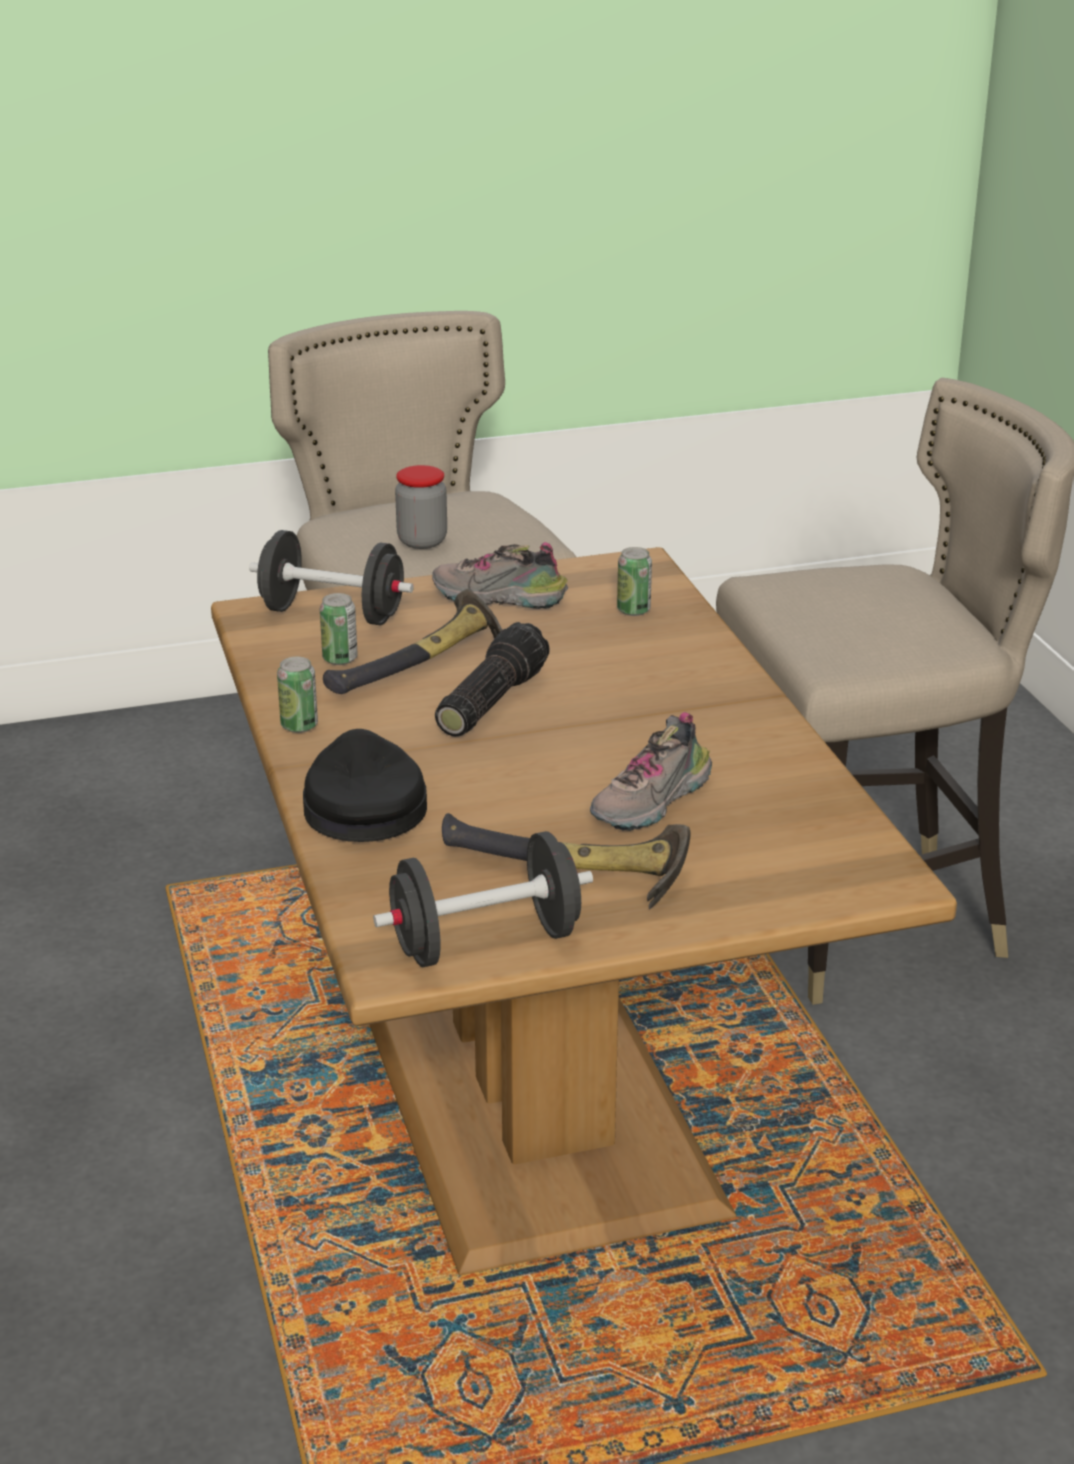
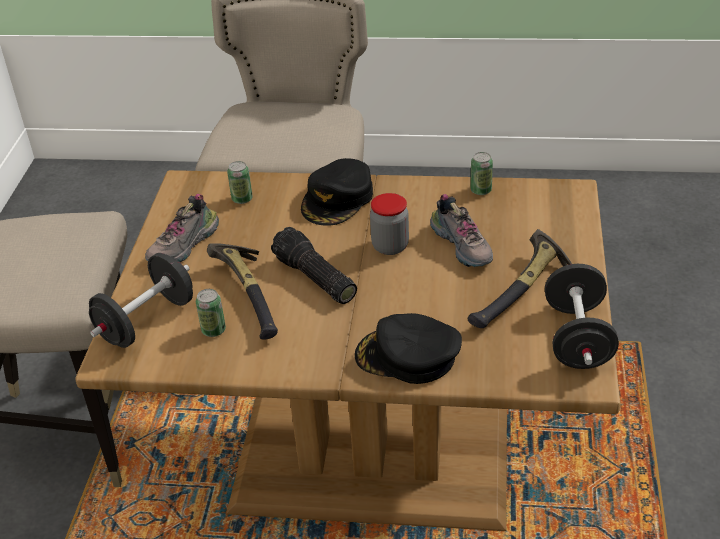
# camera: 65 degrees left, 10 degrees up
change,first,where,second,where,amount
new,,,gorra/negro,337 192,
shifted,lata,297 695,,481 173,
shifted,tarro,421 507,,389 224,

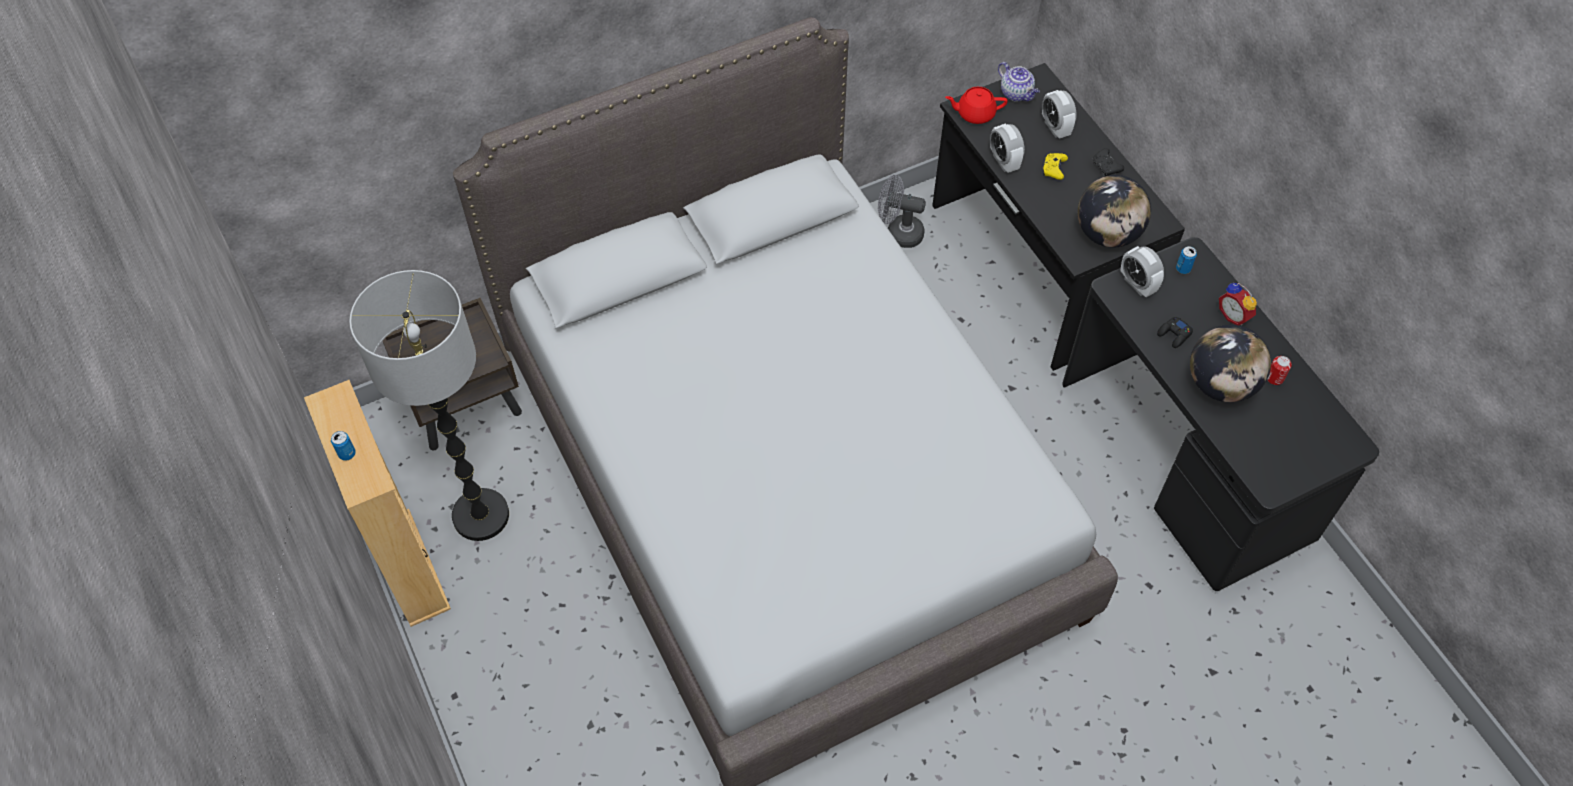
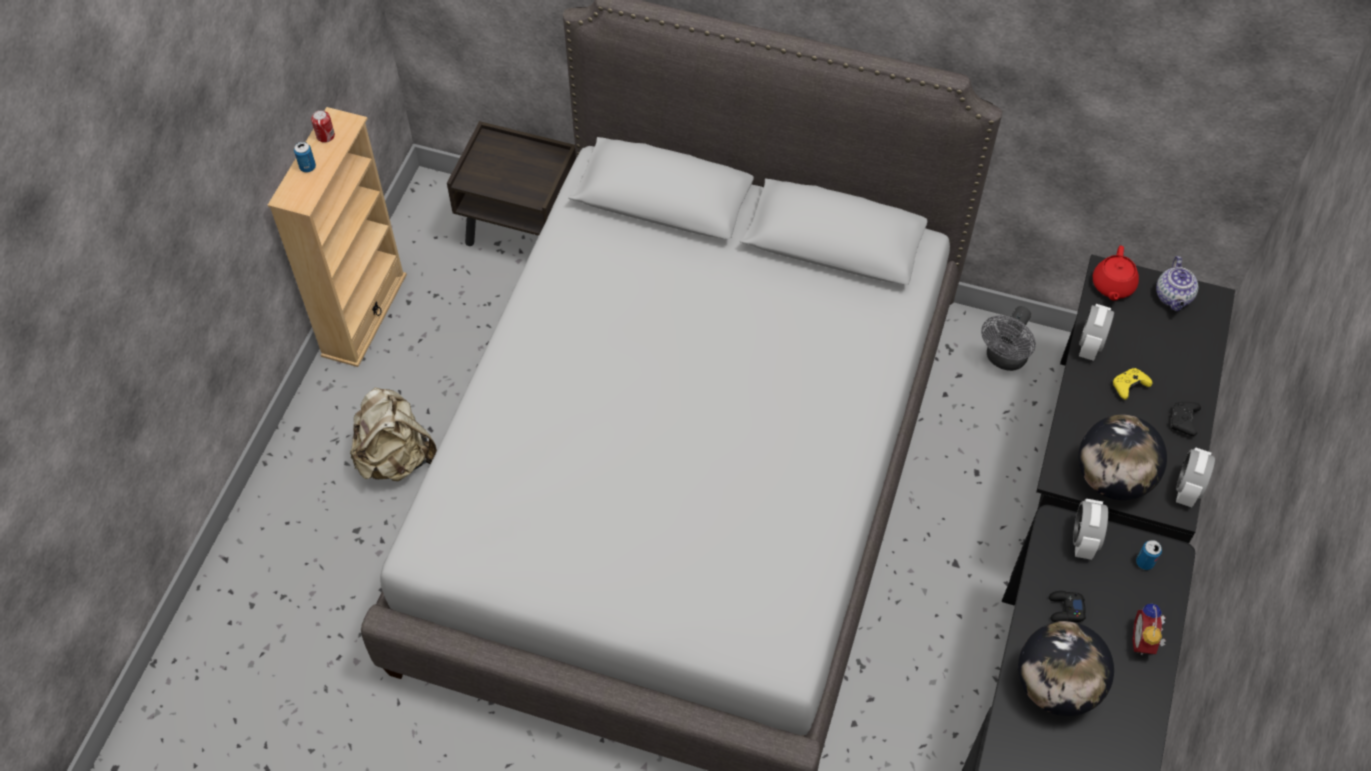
# camera: 45 degrees right, 0 degrees up
change,first,where,second,where,amount
gone,lámpara de pie,429 405,,,
new,,,mochila/beis,393 434,
shifted,despertador,1059 114,,1195 477,
shifted,lata,1279 370,,323 126,
rotated,ventilador/gris,902 211,,1008 338,120 degrees counterclockwise
rotated,tetera/rojo,976 105,,1116 273,120 degrees counterclockwise

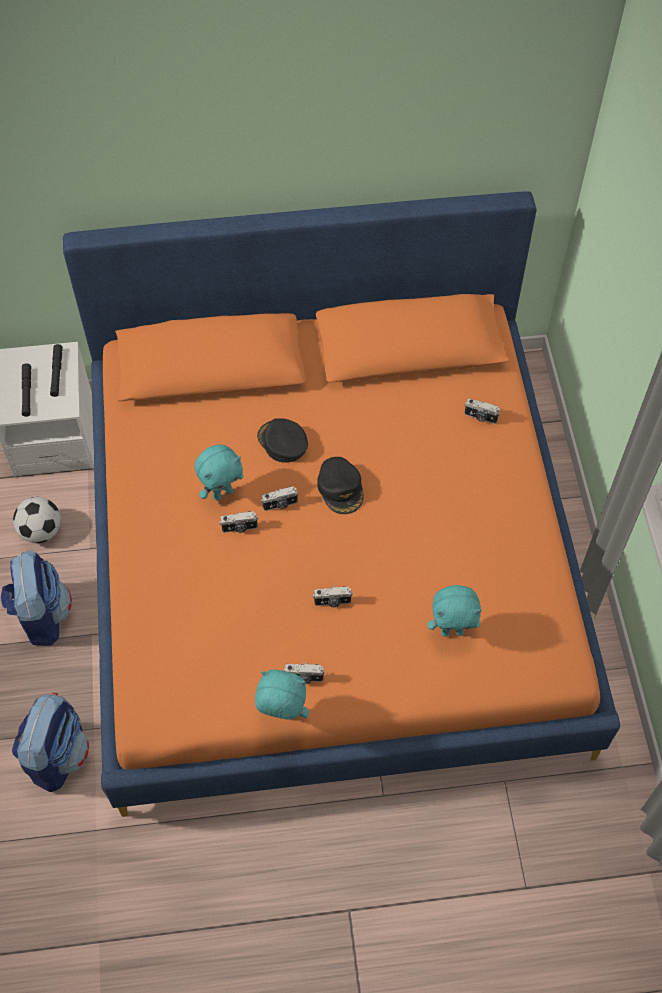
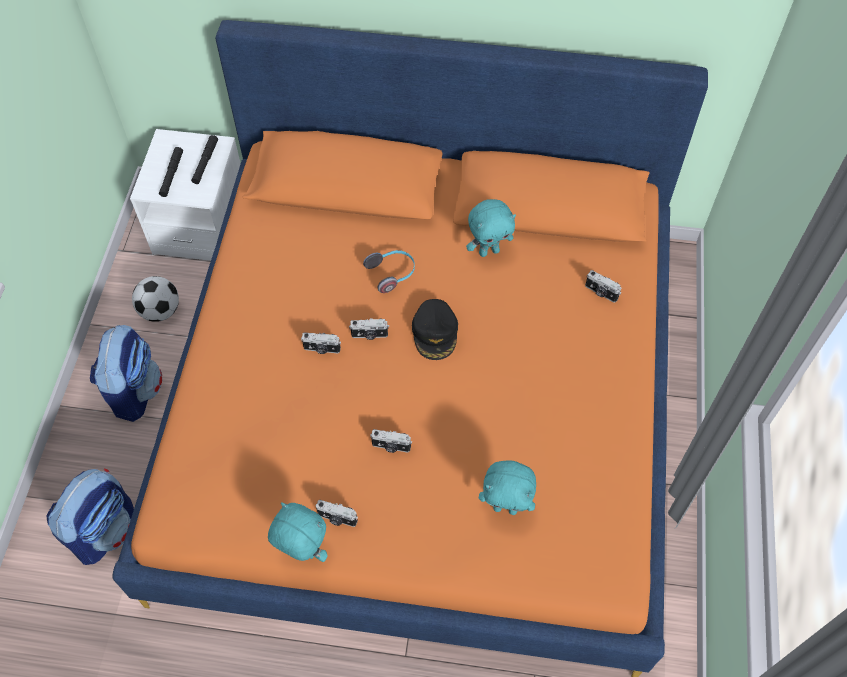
# camera: 15 degrees right, 0 degrees up
change,first,where,second,where,amount
shifted,peluche/turquesa,219 472,,491 228,
swapped,gorra/negro,282 440,auriculares,389 271,

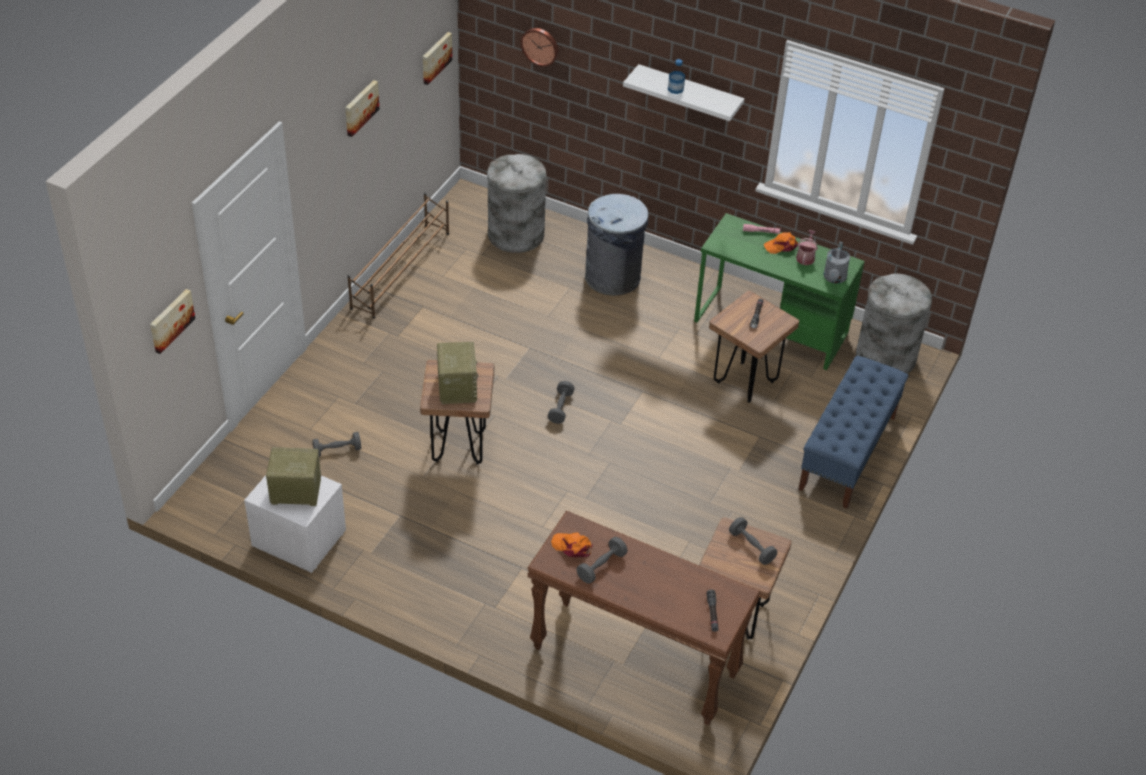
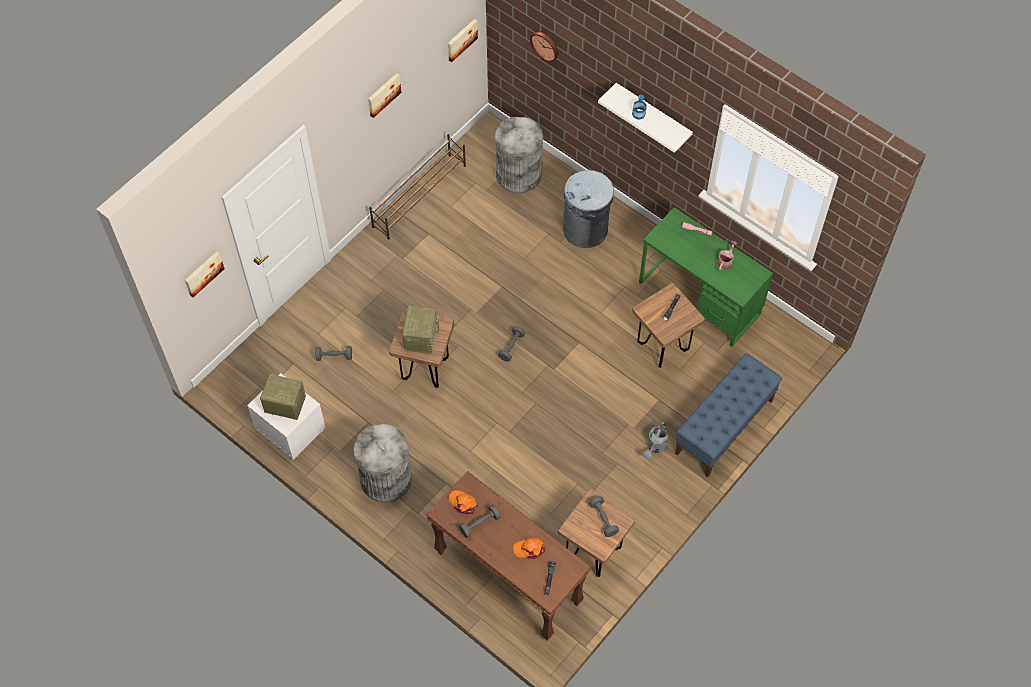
# camera: 15 degrees right, 15 degrees up
change,first,where,second,where,amount
shifted,gorra/naranja,781 243,,529 548,
shifted,regadera/gris,836 263,,655 440,
shifted,papelera/gris,894 324,,383 463,

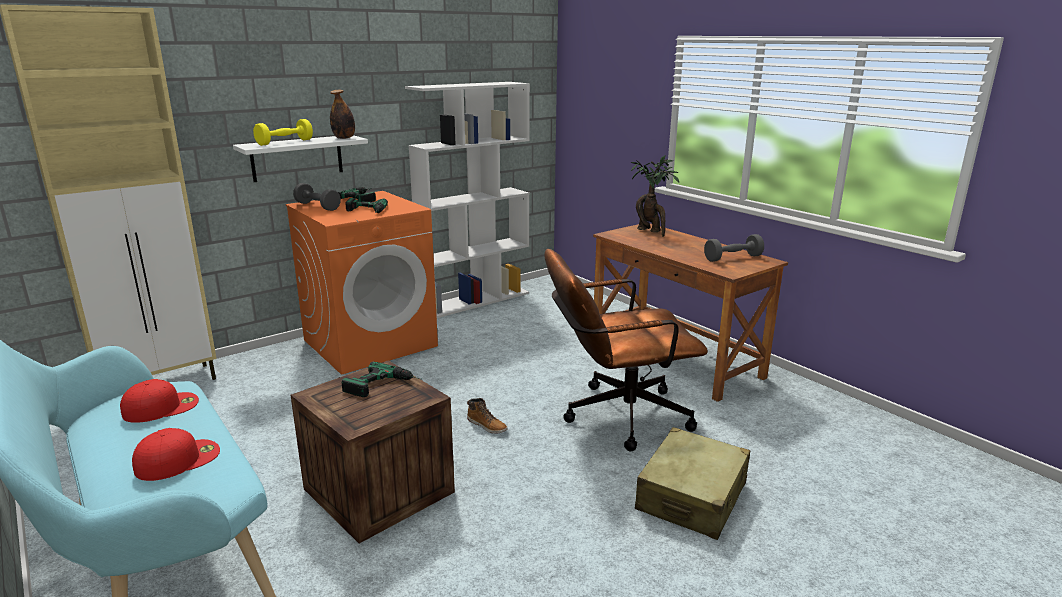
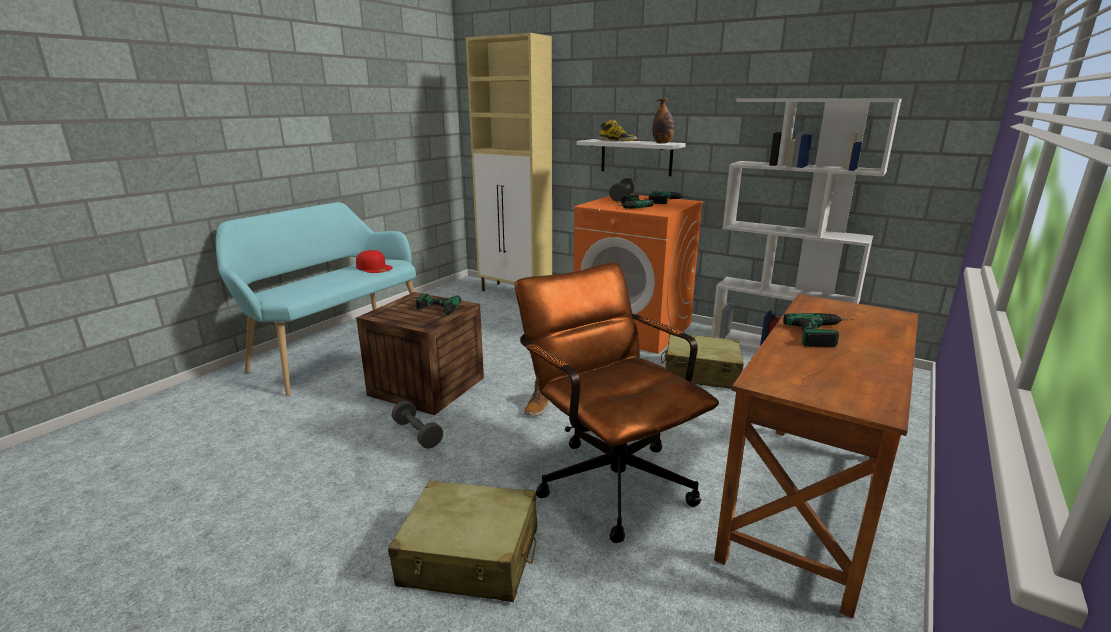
# camera: 70 degrees right, 0 degrees up
change,first,where,second,where,amount
gone,gorra/rojo,176 454,,,
gone,planta en maceta,655 196,,,
new,,,maleta/beis,702 361,
new,,,taladro,818 330,
shifted,mancuerna/gris,734 248,,417 424,
swapped,mancuerna/amarillo,283 132,bota,618 130,

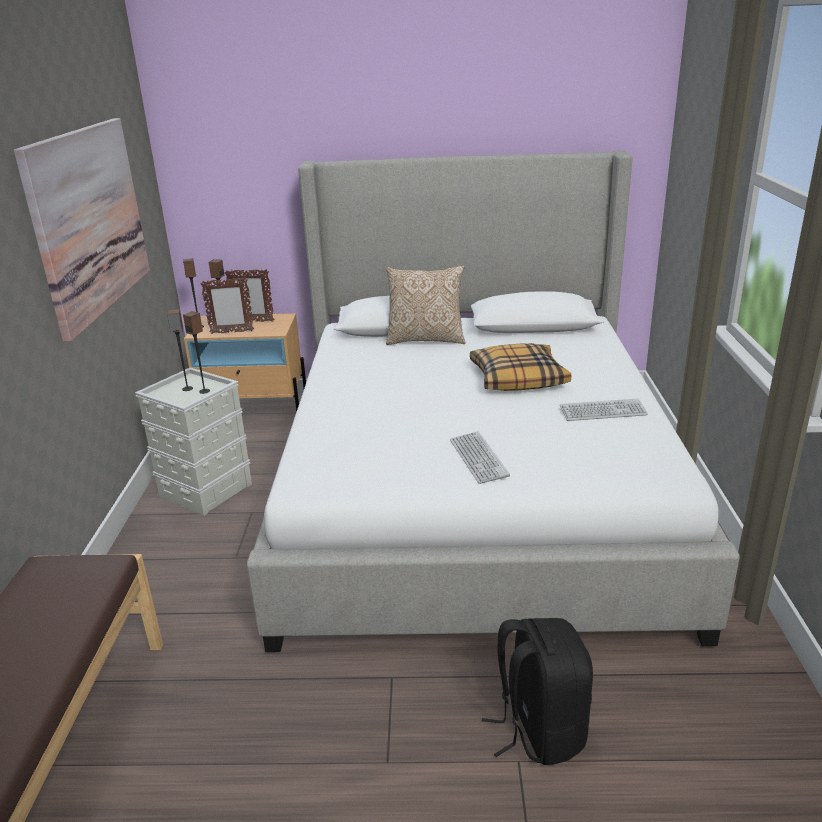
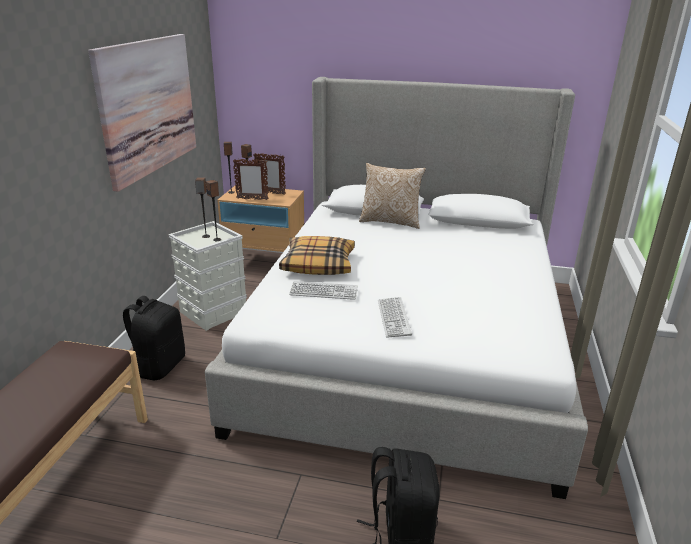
# camera: 10 degrees right, 0 degrees up
change,first,where,second,where,amount
new,,,mochila/negro,154 338,
shifted,cojín,520 367,,317 255,
shifted,teclado,604 410,,323 290,

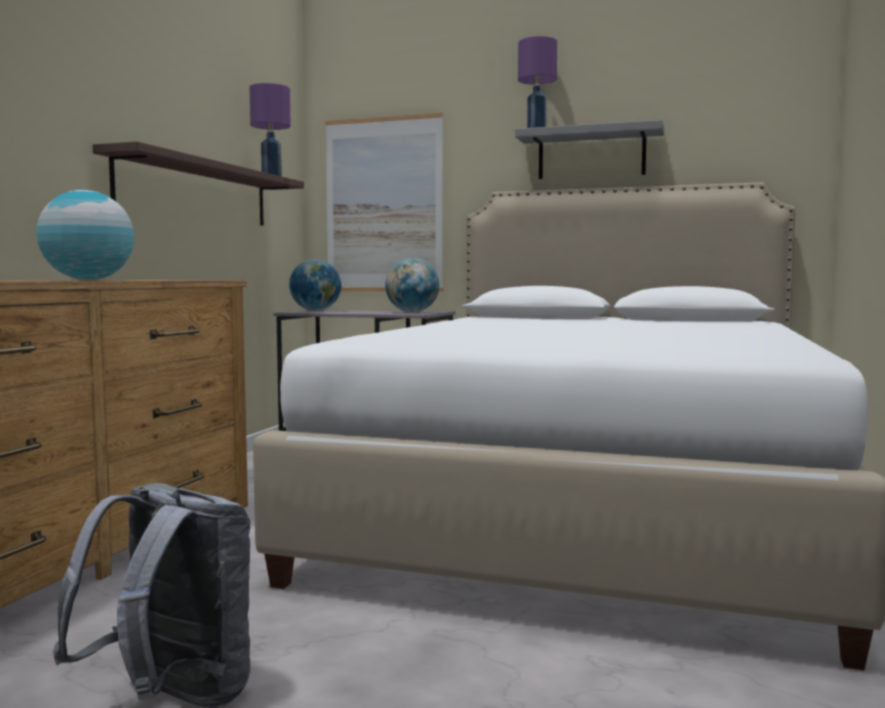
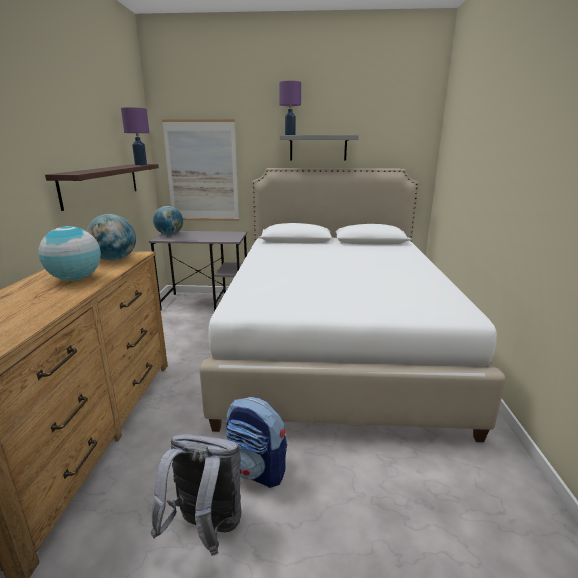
# camera: 15 degrees left, 15 degrees up
change,first,where,second,where,amount
new,,,mochila,256 442,
shifted,globo terráqueo,412 285,,111 237,

